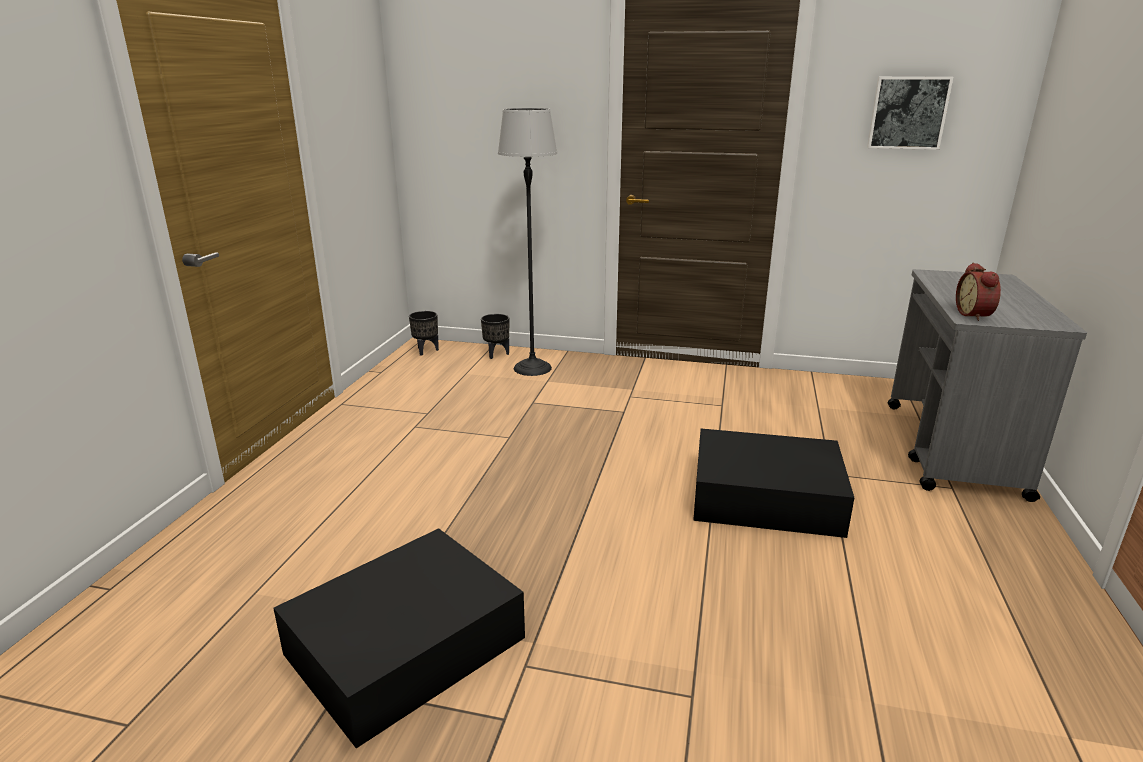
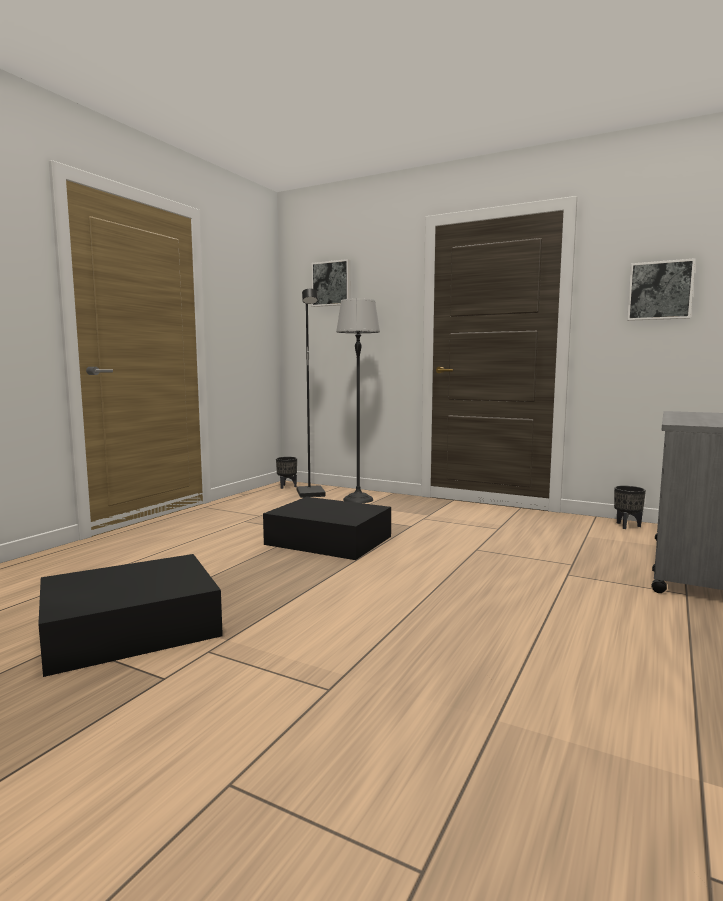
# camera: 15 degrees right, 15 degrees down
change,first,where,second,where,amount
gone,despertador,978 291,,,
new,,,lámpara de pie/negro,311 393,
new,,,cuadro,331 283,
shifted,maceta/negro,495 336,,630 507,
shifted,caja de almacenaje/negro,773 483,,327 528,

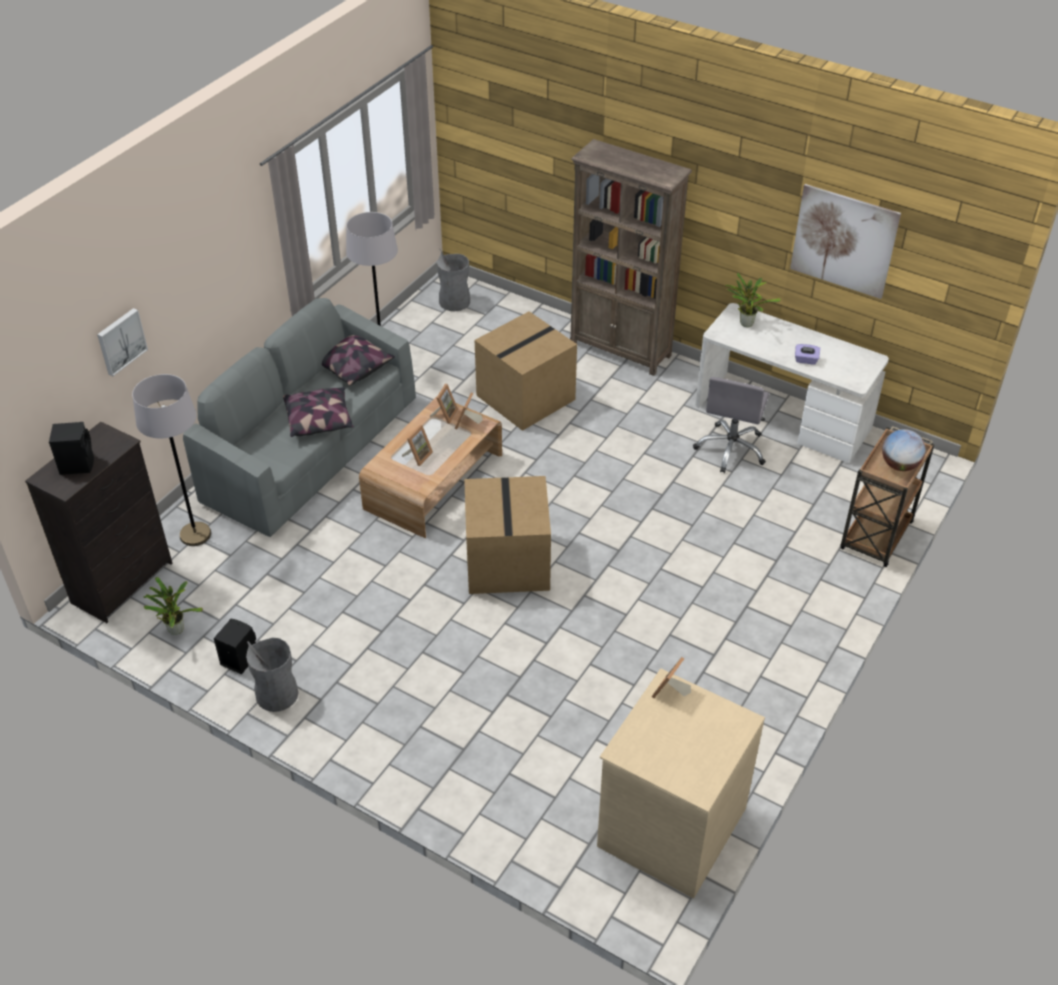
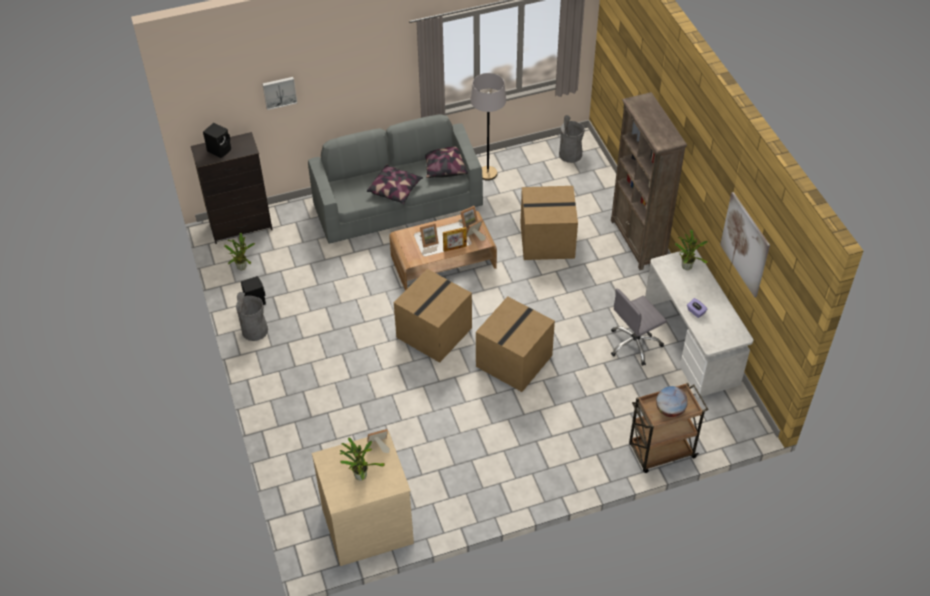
# camera: 40 degrees right, 5 degrees up
change,first,where,second,where,amount
gone,lámpara de pie/gris,171 460,,,
new,,,planta en maceta,362 459,
new,,,portarretratos,455 239,
new,,,caja de cartón,515 344,

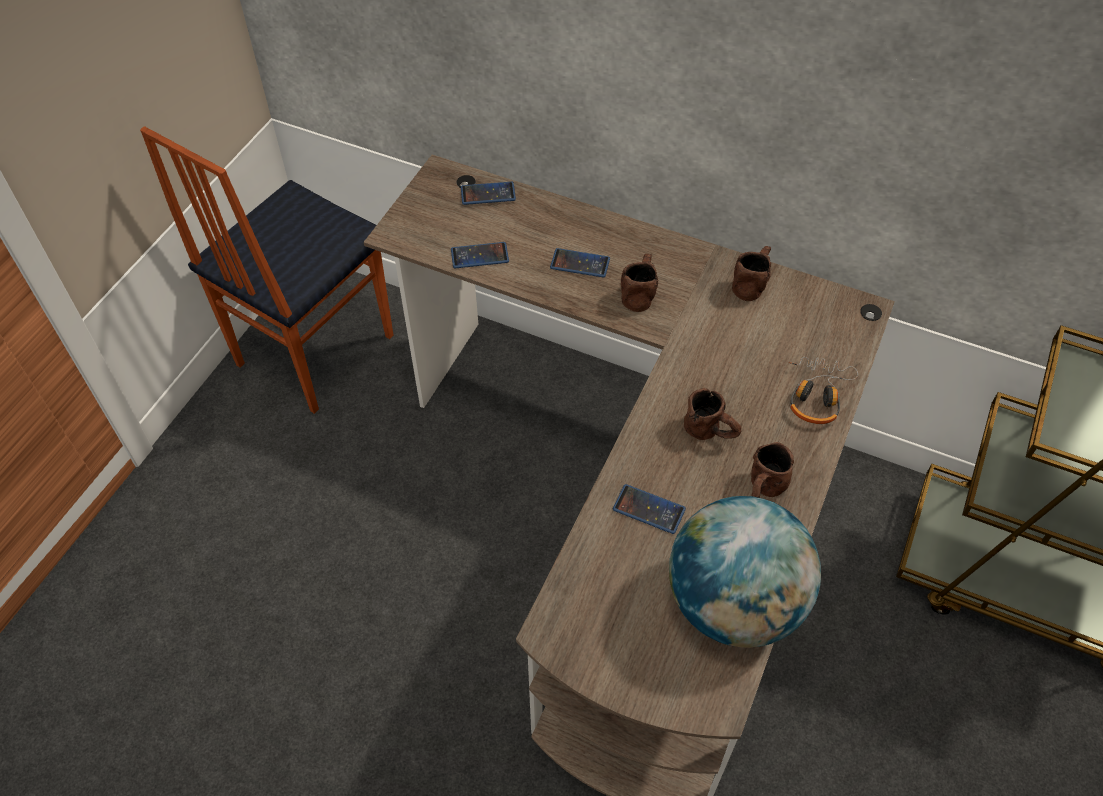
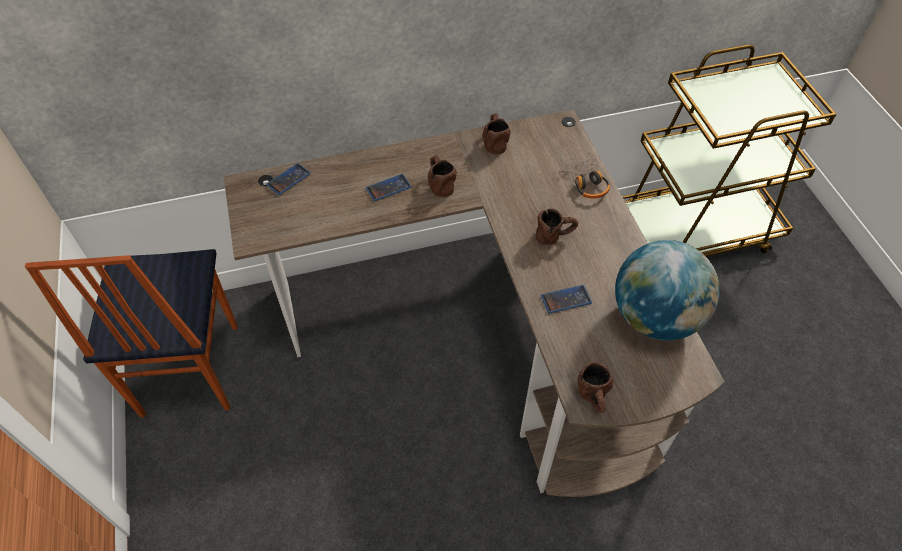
# camera: 40 degrees left, 0 degrees up
change,first,where,second,where,amount
gone,móvil,480 255,,,
shifted,taza grande/marrón,772 470,,595 387,

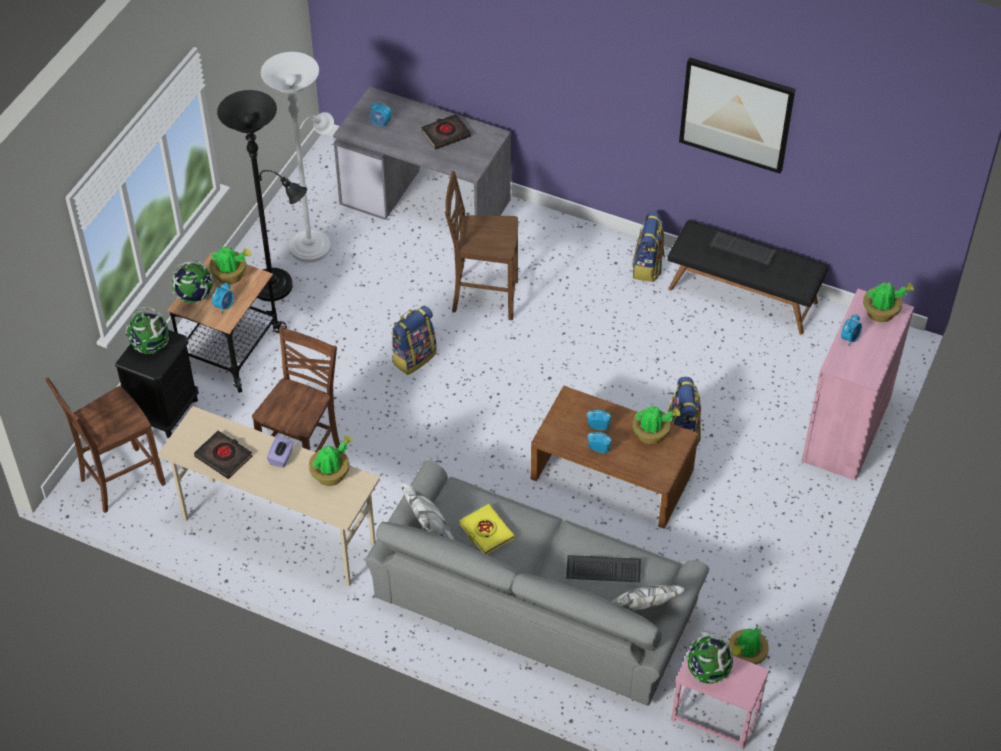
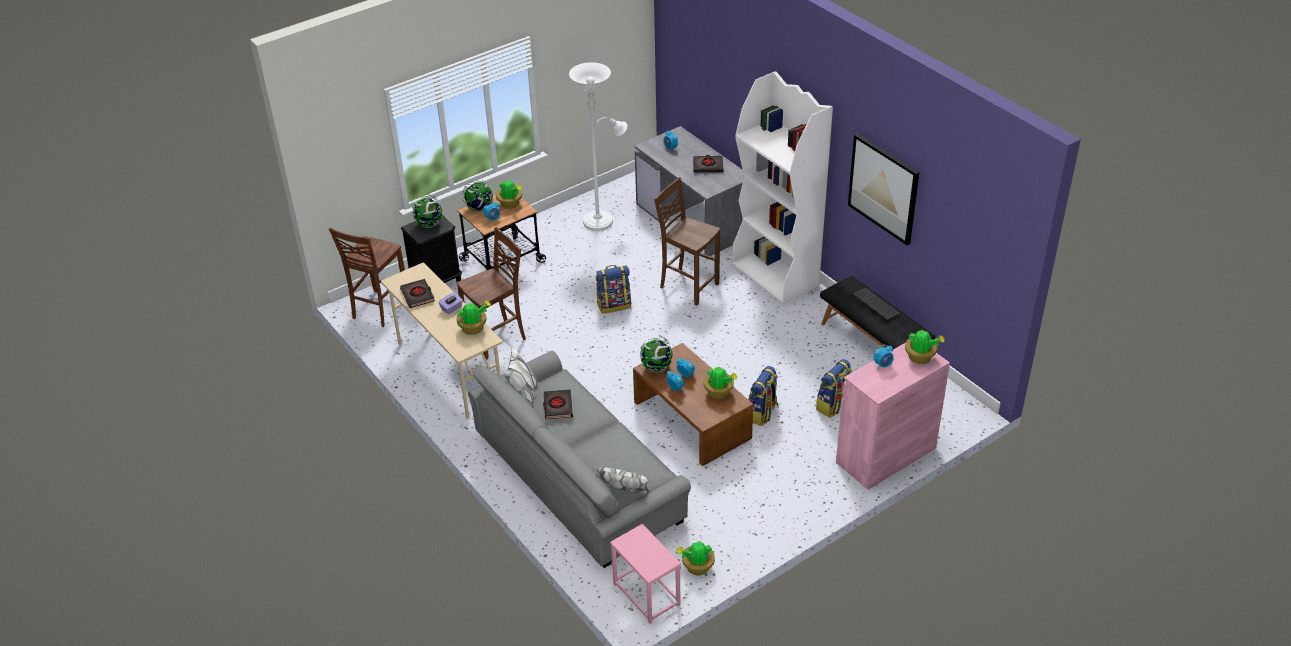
# camera: 30 degrees right, 10 degrees down
change,first,where,second,where,amount
gone,lámpara de pie/negro,262 195,,,
gone,teclado,603 568,,,
new,,,estantería/blanco,782 187,
shifted,mochila,648 247,,834 388,
shifted,globo terráqueo,709 657,,656 353,
repainted,libro/amarillo,487 529,libro/negro,558 404,
rotated,silla/marrón,105 445,,367 277,60 degrees counterclockwise

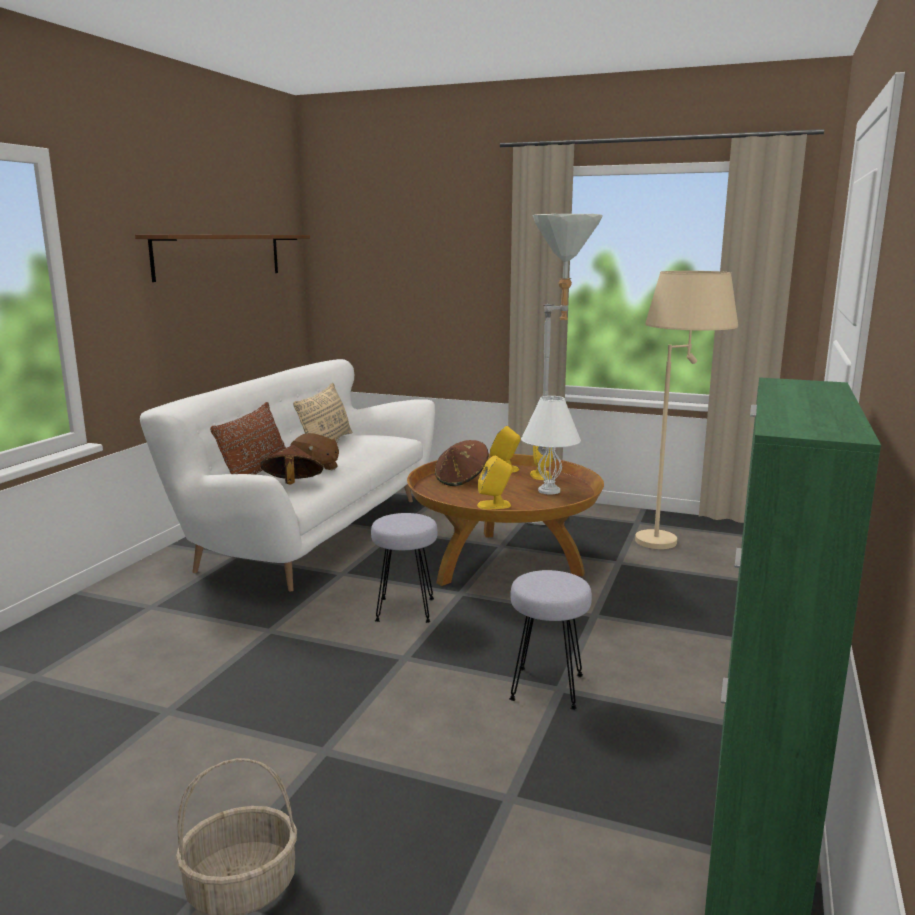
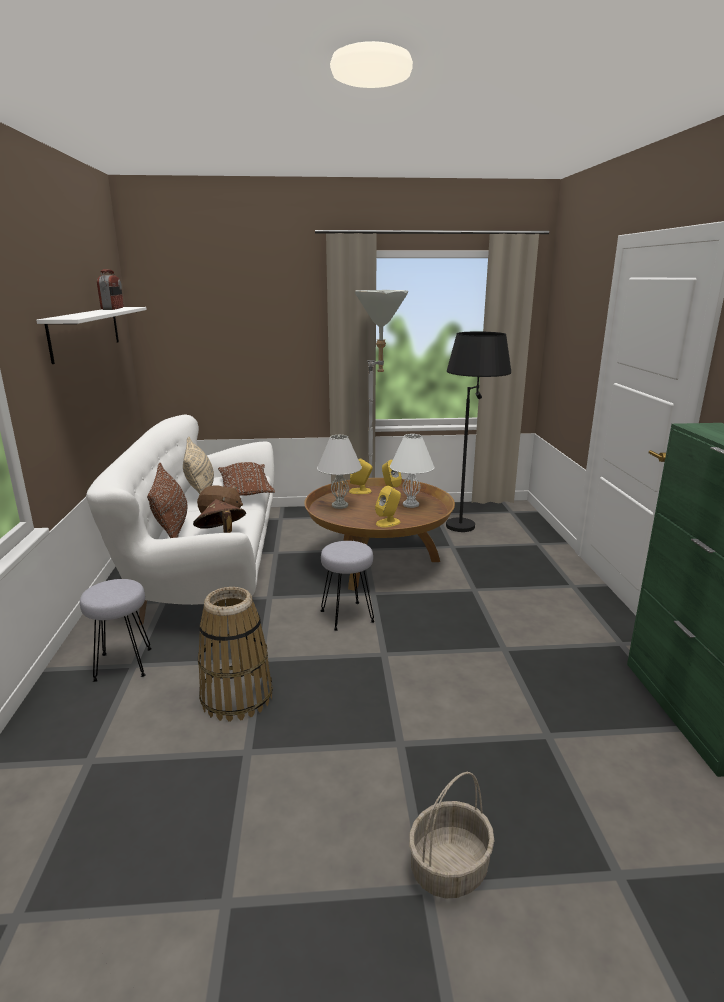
# camera: 25 degrees left, 5 degrees up
change,first,where,second,where,amount
new,,,radio,110 289,
new,,,cesta,235 654,
new,,,cojín/marrón,246 479,
shifted,taburete/gris,550 640,,116 630,
swapped,sombrero/marrón,461 463,lámpara de mesa/blanco,339 472,
repainted,estante/marrón,222 258,estante/blanco,91 335,
repainted,lámpara de pie/beis,686 410,lámpara de pie/negro,478 432,

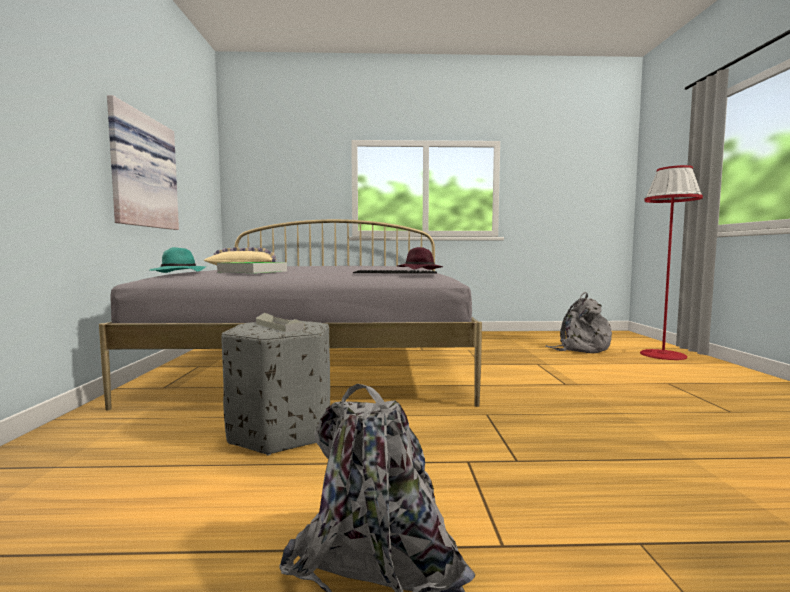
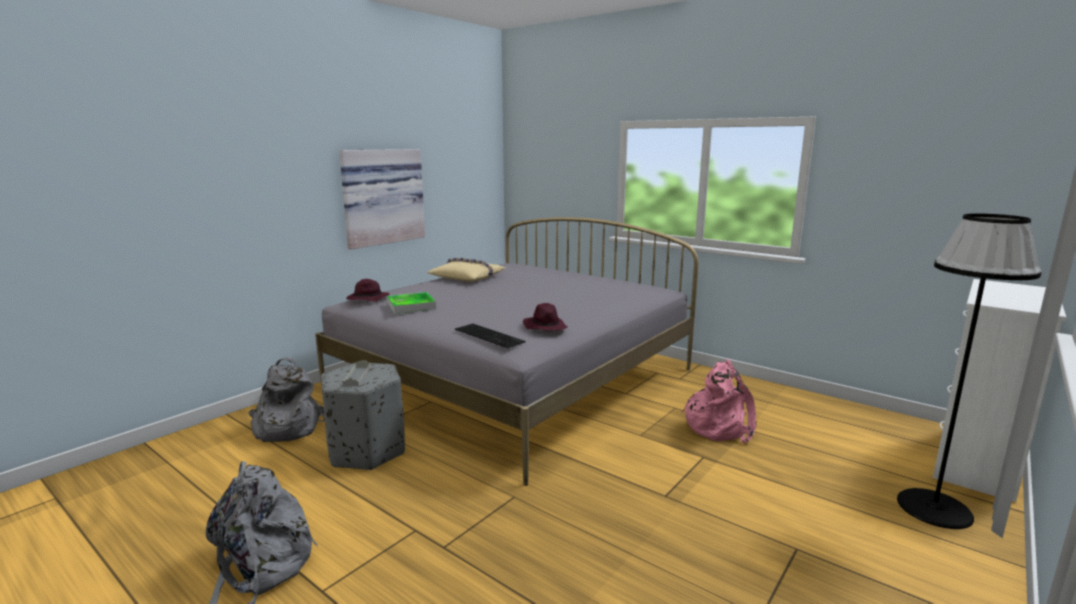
# camera: 40 degrees right, 10 degrees up
change,first,where,second,where,amount
new,,,mochila/rosa,718 401,
new,,,cómoda/blanco,999 390,
shifted,mochila/gris,578 322,,286 399,
repainted,sombrero/turquesa,178 260,sombrero/morado,368 290,
repainted,lámpara de pie/rojo,671 262,lámpara de pie/negro,969 371,

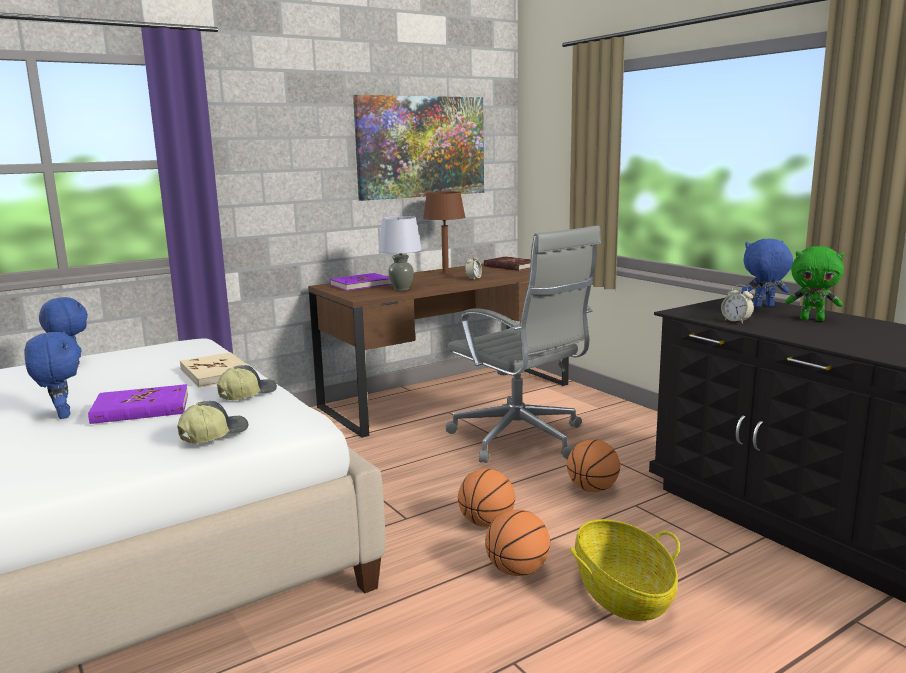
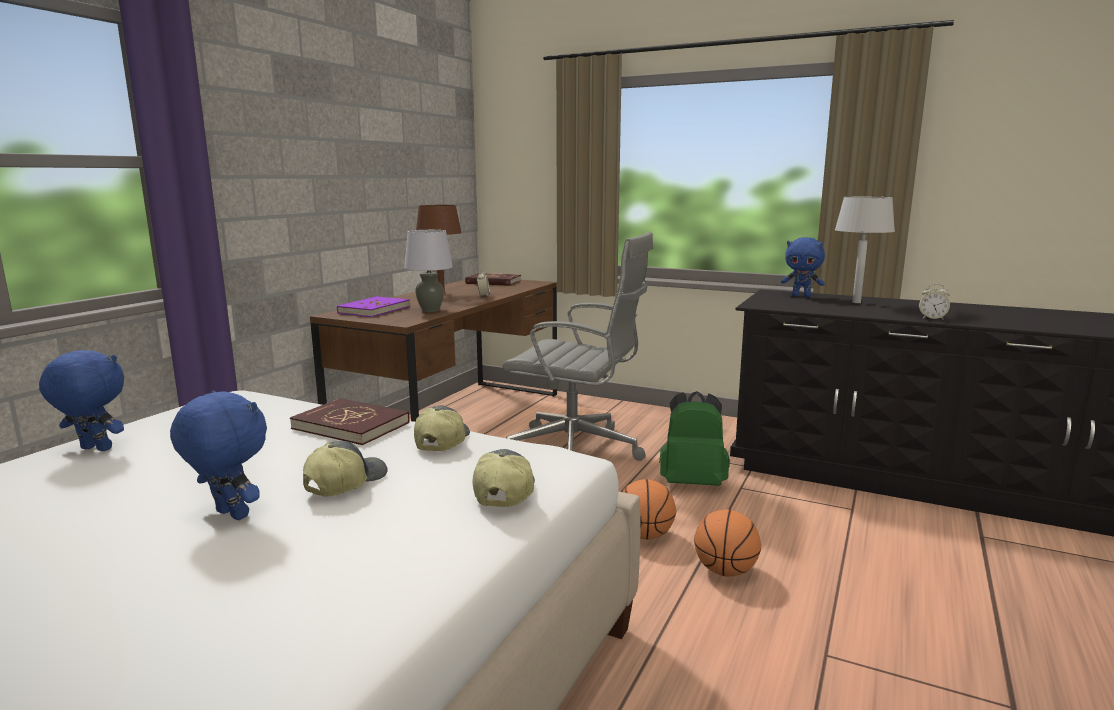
# camera: 30 degrees left, 0 degrees up
change,first,where,second,where,amount
gone,cuadro,418 148,,,
gone,cesta,625 570,,,
shifted,despertador,737 304,,934 302,
swapped,libro/morado,138 404,gorra,345 469,
swapped,balón de baloncesto,593 465,mochila/verde,694 438,
swapped,peluche/verde,814 283,lámpara de mesa/gris,865 250,
repainted,libro/beis,214 370,libro/rojo,350 421,
rotated,peluche/azul,767 272,,803 267,120 degrees counterclockwise

